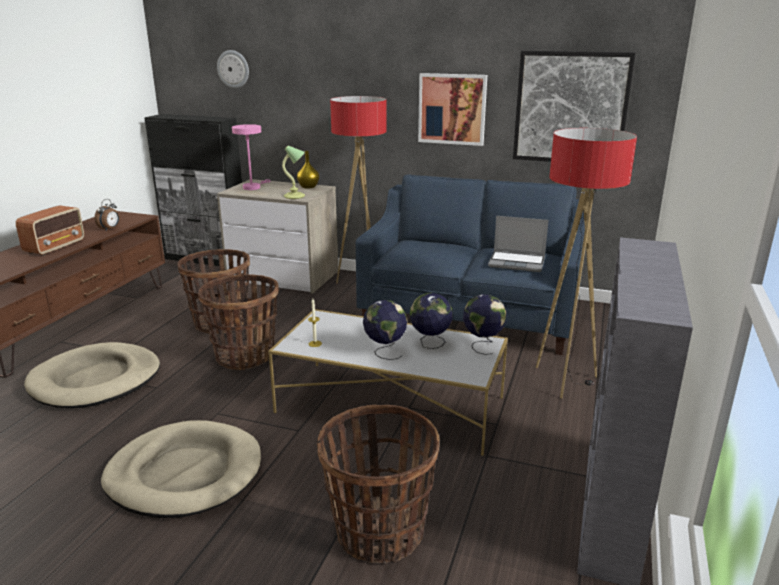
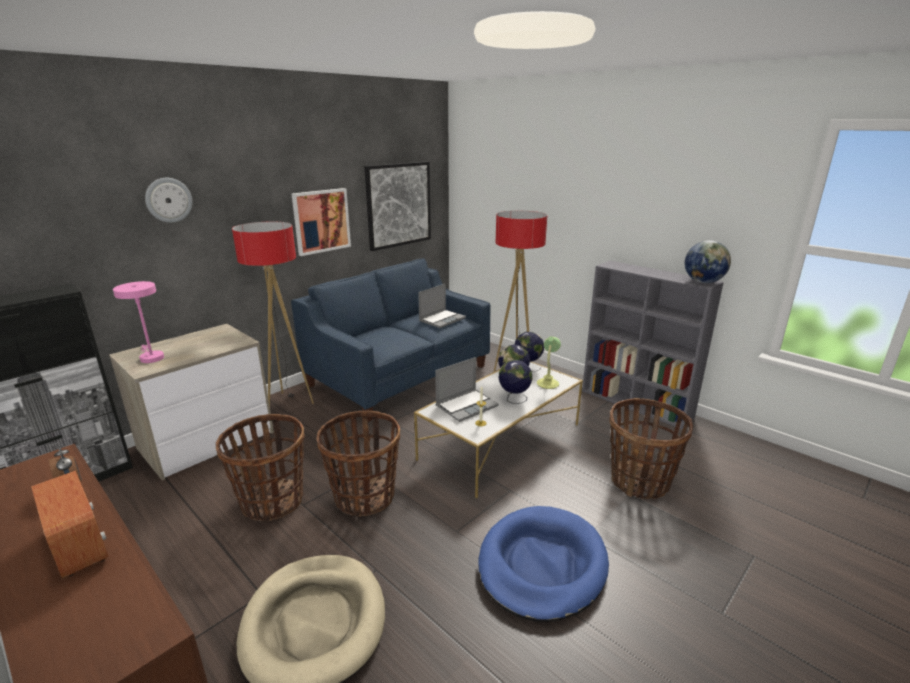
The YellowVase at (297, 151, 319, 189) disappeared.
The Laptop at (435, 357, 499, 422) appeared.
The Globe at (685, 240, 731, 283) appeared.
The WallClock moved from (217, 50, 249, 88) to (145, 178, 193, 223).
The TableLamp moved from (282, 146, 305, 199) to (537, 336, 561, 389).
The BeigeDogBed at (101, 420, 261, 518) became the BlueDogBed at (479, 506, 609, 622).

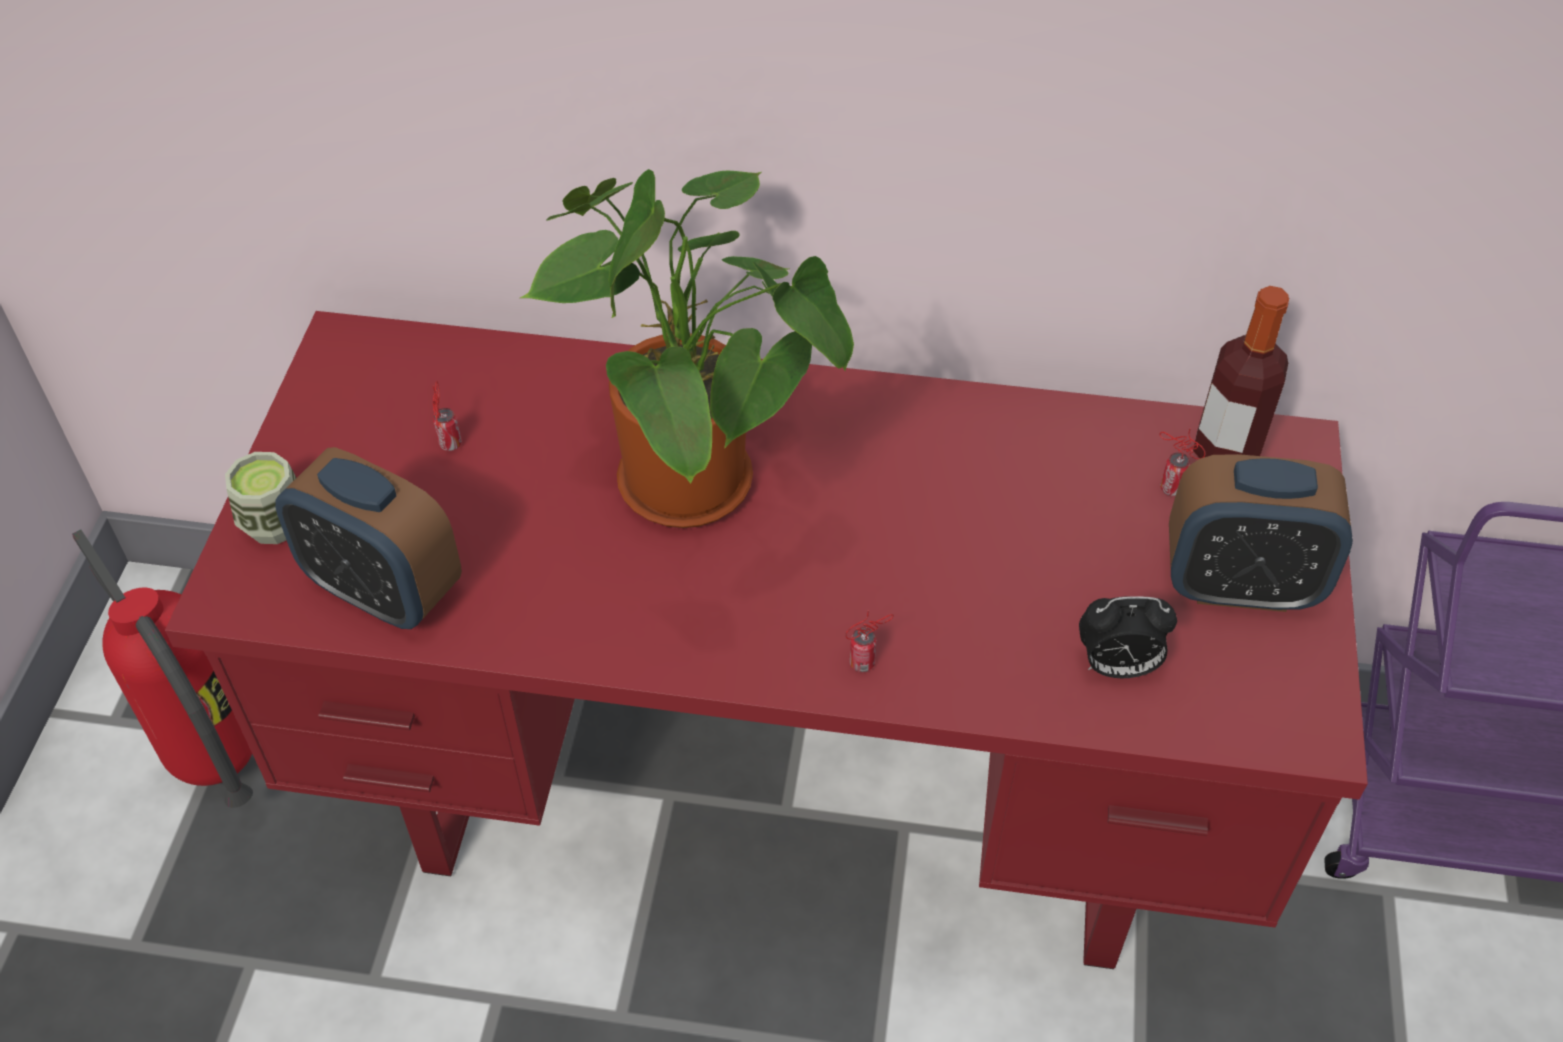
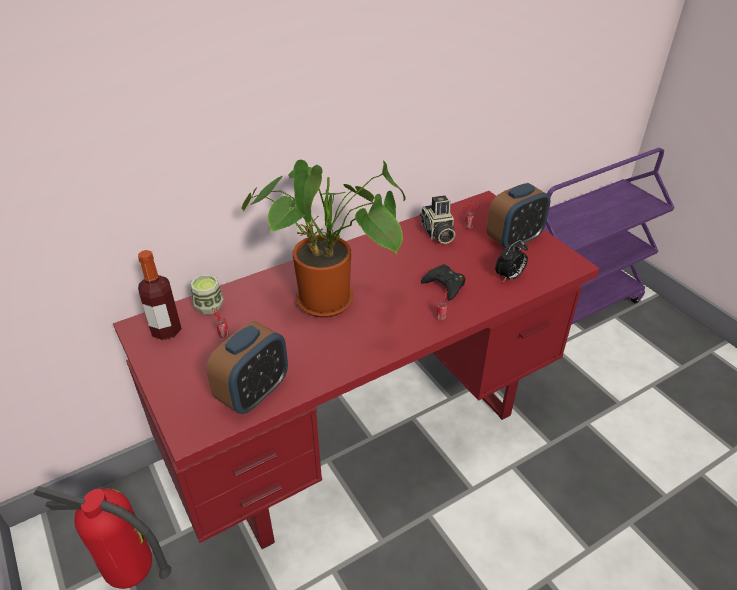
The PhotoCamera at (420, 195, 455, 244) appeared.
The BlackGameController at (421, 264, 465, 301) appeared.
The Cup moved from (225, 452, 296, 544) to (191, 275, 224, 314).
The Bottle moved from (1193, 286, 1289, 458) to (138, 250, 182, 340).
The AlarmClock at (275, 447, 462, 629) turned 45 degrees counterclockwise.

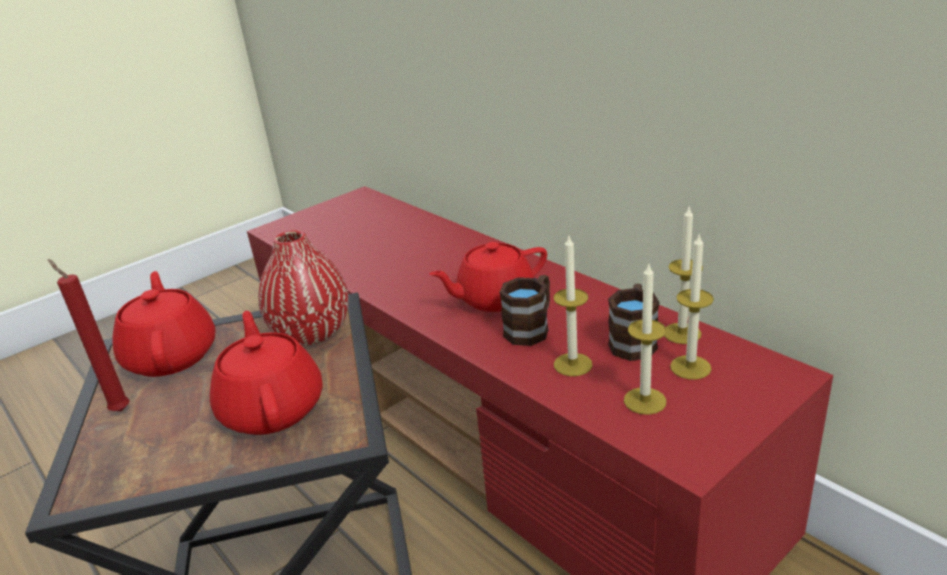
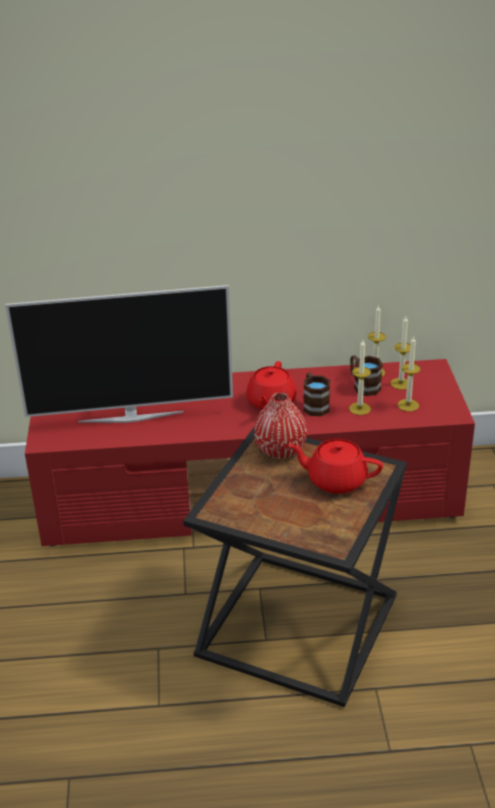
The RedCandle at (48, 259, 130, 411) disappeared.
The RedTeapot at (112, 271, 216, 377) disappeared.
The Television at (5, 285, 233, 423) appeared.

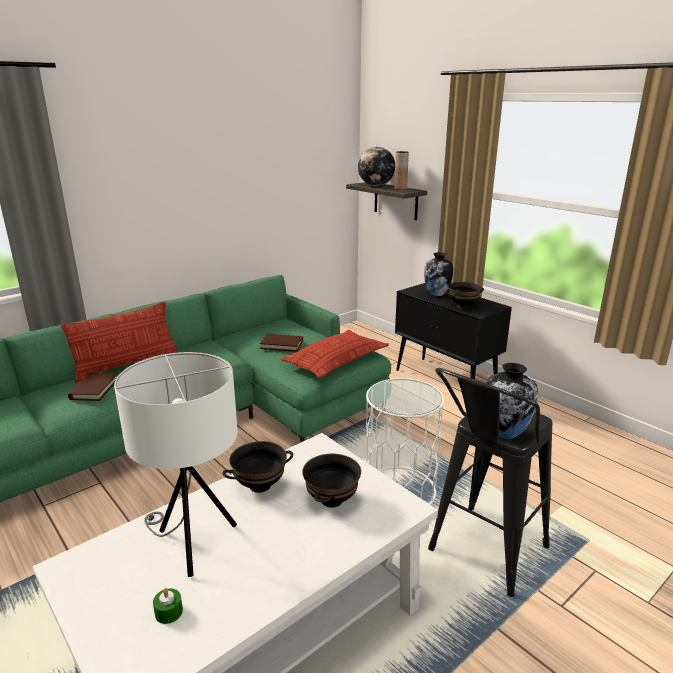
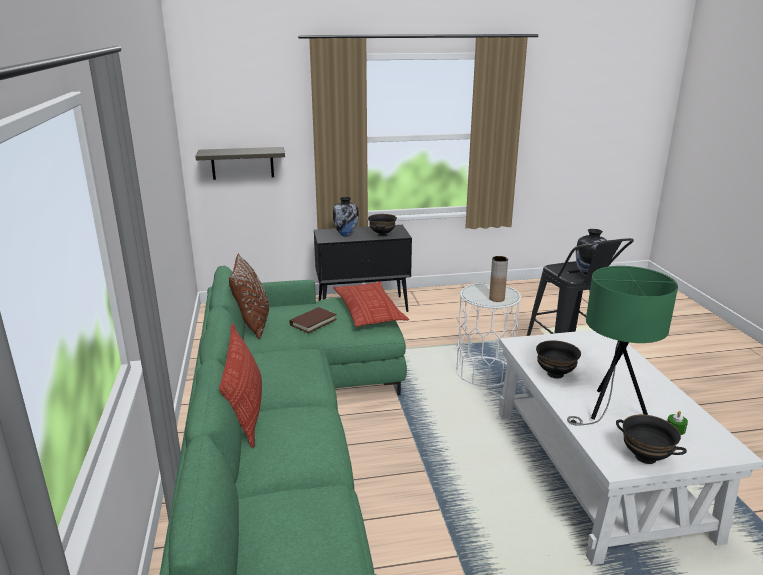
The BrownBook at (68, 373, 118, 401) disappeared.
The Globe at (358, 147, 395, 186) disappeared.
The BrownPillow at (229, 253, 269, 339) appeared.
The BlackBowl moved from (302, 454, 361, 508) to (616, 414, 687, 464).
The BrownVase moved from (394, 151, 409, 190) to (489, 256, 508, 302).
The WhiteTableLamp at (114, 352, 238, 577) became the GreenTableLamp at (567, 266, 678, 426).

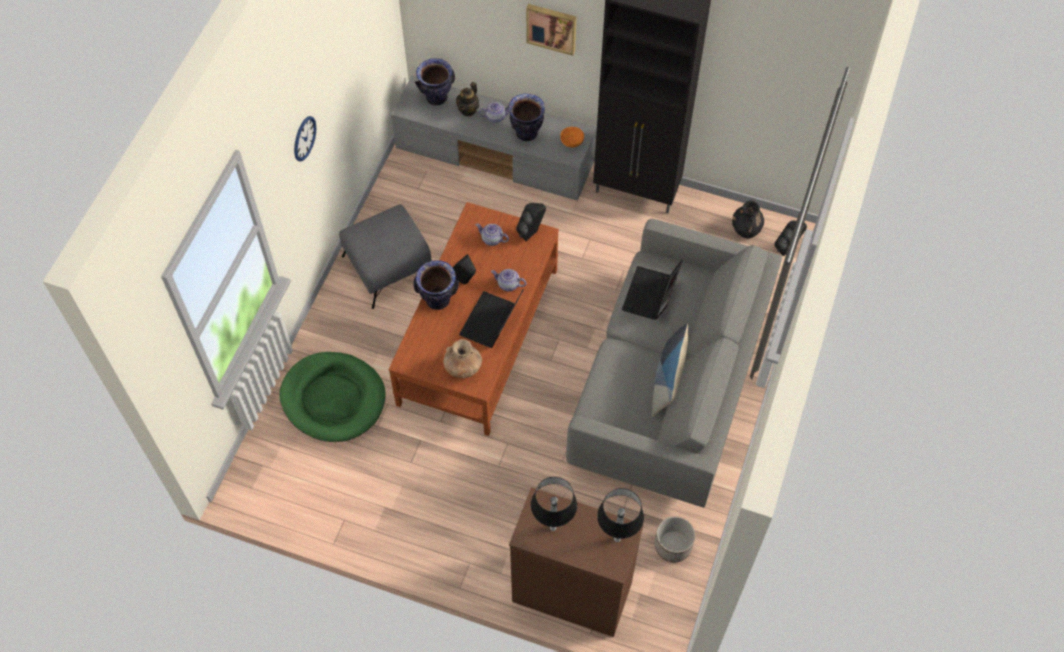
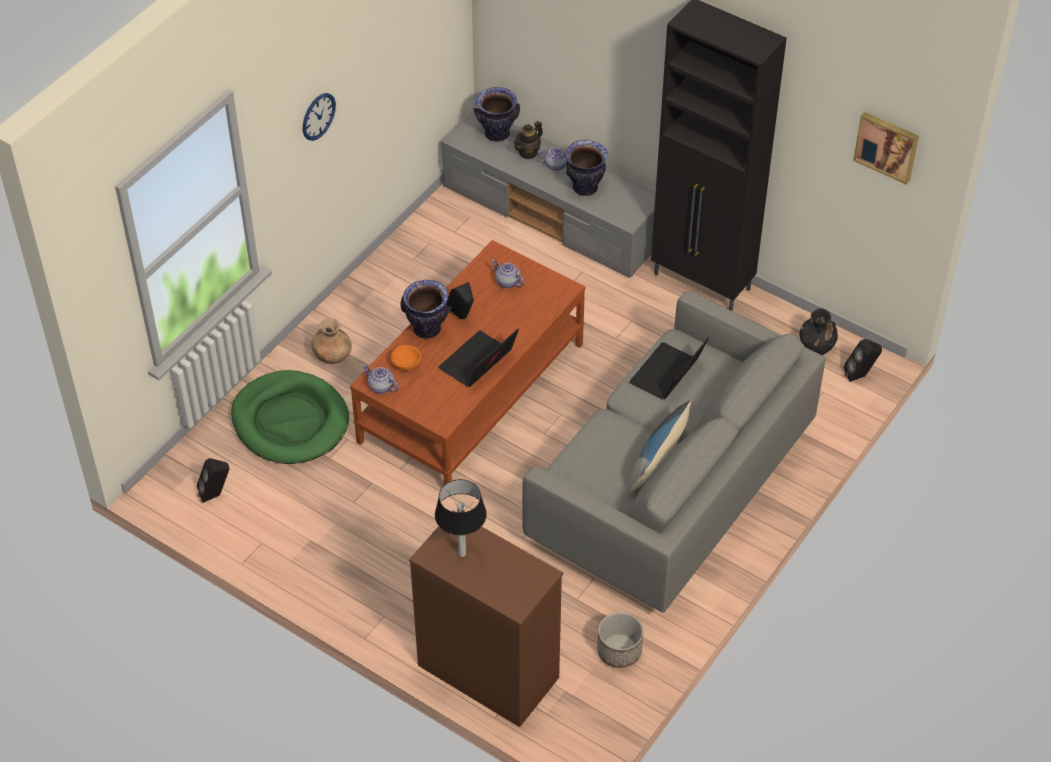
The GreyOttoman at (339, 205, 432, 309) disappeared.
The TableLamp at (597, 488, 644, 542) disappeared.
The BrownVase moved from (444, 339, 482, 378) to (311, 318, 352, 364).
The Teapot moved from (491, 269, 526, 292) to (362, 365, 399, 394).
The BlackSpeaker moved from (516, 203, 546, 241) to (197, 458, 229, 503).
The Picture moved from (526, 4, 577, 56) to (853, 112, 919, 185).
The OrangeBowl moved from (560, 127, 584, 147) to (391, 345, 421, 371).

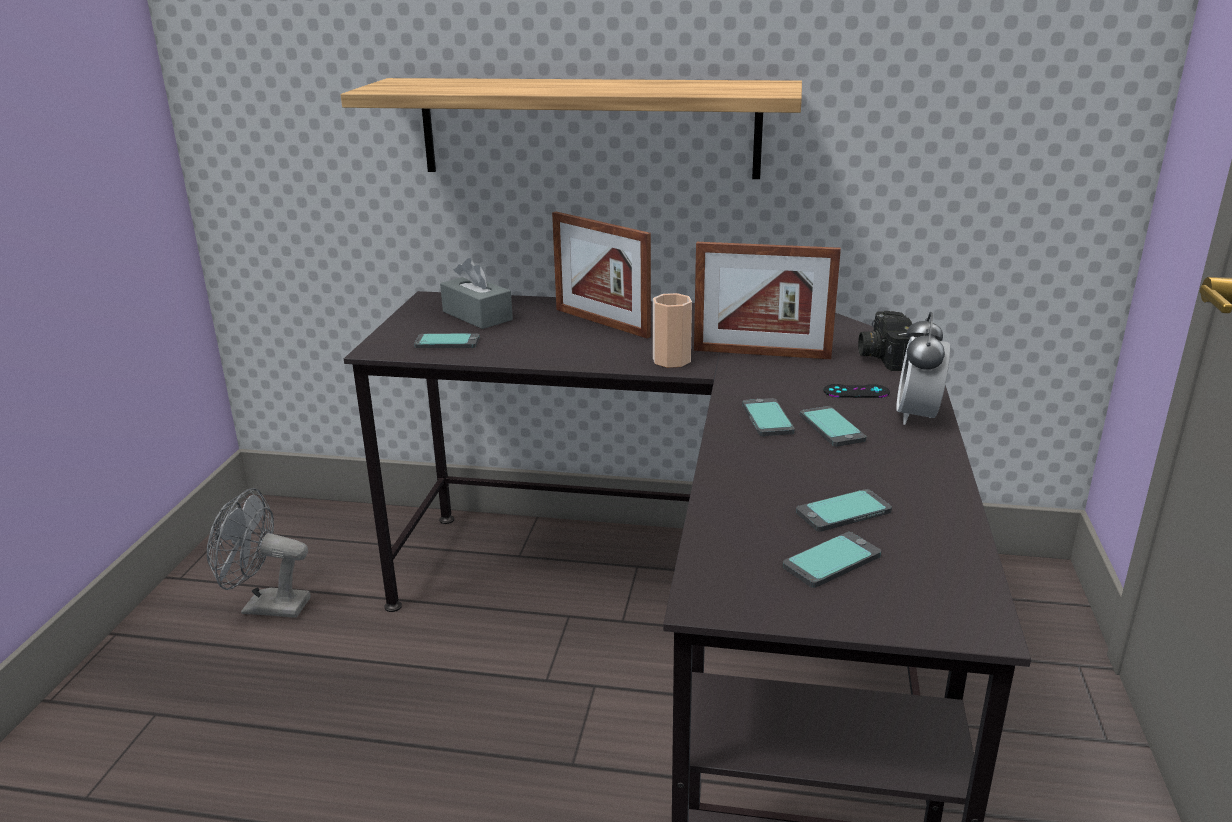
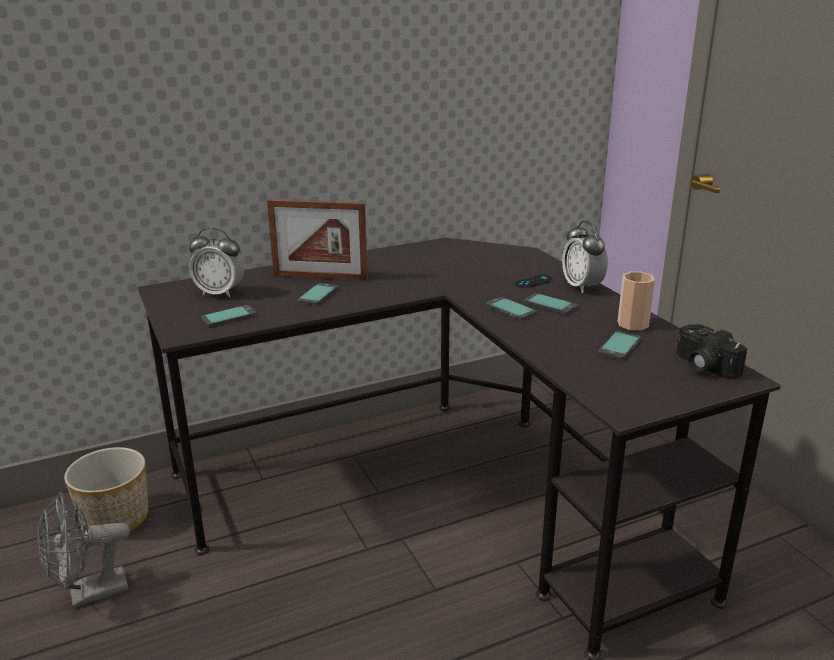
The Shelf at (341, 78, 802, 179) disappeared.
The PictureFrame at (694, 242, 841, 359) disappeared.
The Planter at (64, 447, 149, 531) appeared.
The Cup moved from (653, 293, 692, 368) to (618, 271, 655, 331).
The Phone moved from (782, 532, 881, 588) to (297, 283, 338, 306).
The PhotoCamera moved from (858, 311, 912, 371) to (676, 324, 747, 380).
The GreyTissueBox at (440, 258, 513, 329) was replaced by the AlarmClock at (189, 228, 244, 298).

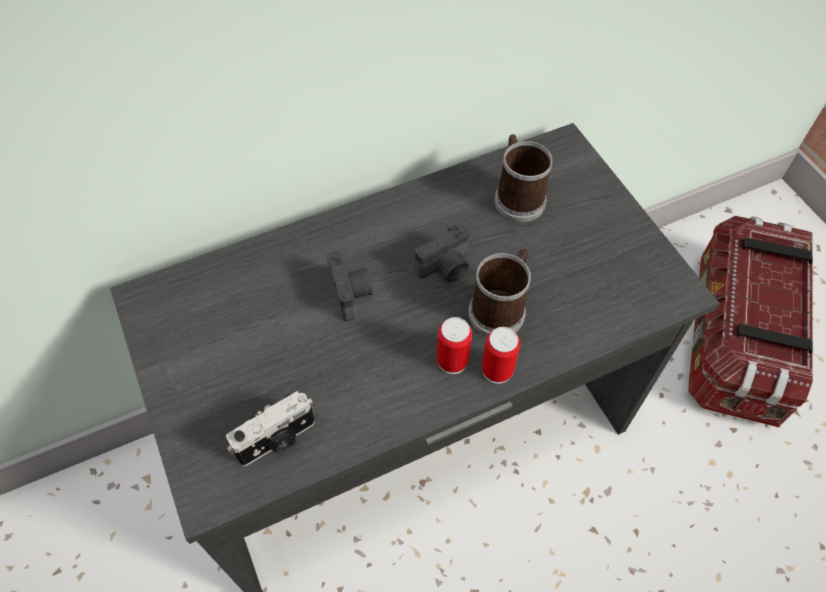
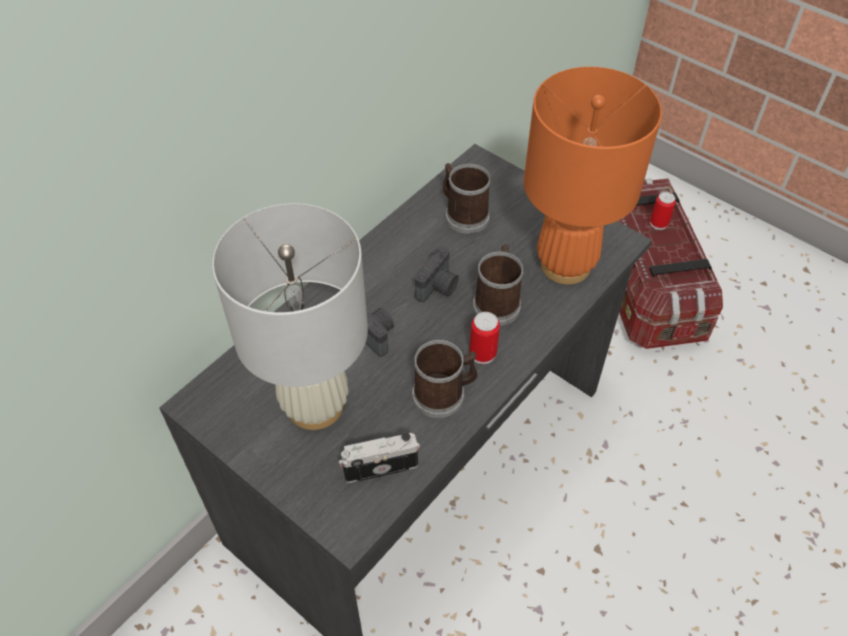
The WhiteTableLamp at (212, 203, 368, 430) appeared.
The Mug at (412, 340, 477, 418) appeared.
The OrangeTableLamp at (524, 67, 662, 285) appeared.
The Can moved from (482, 327, 520, 384) to (650, 192, 676, 230).
The PhotoCamera at (226, 391, 315, 466) turned 135 degrees counterclockwise.

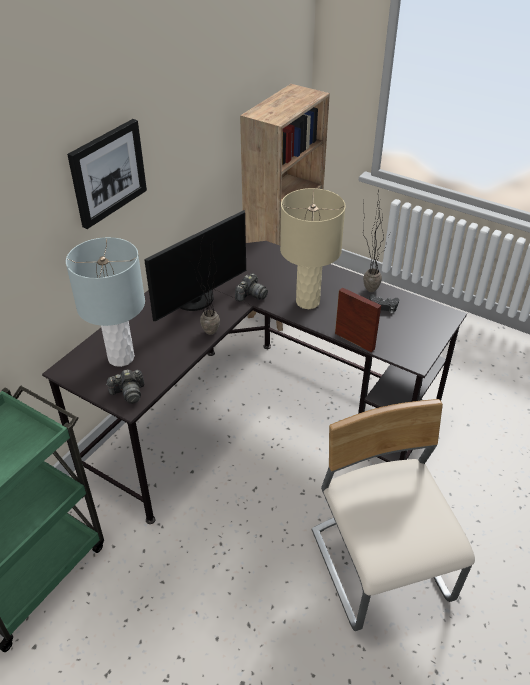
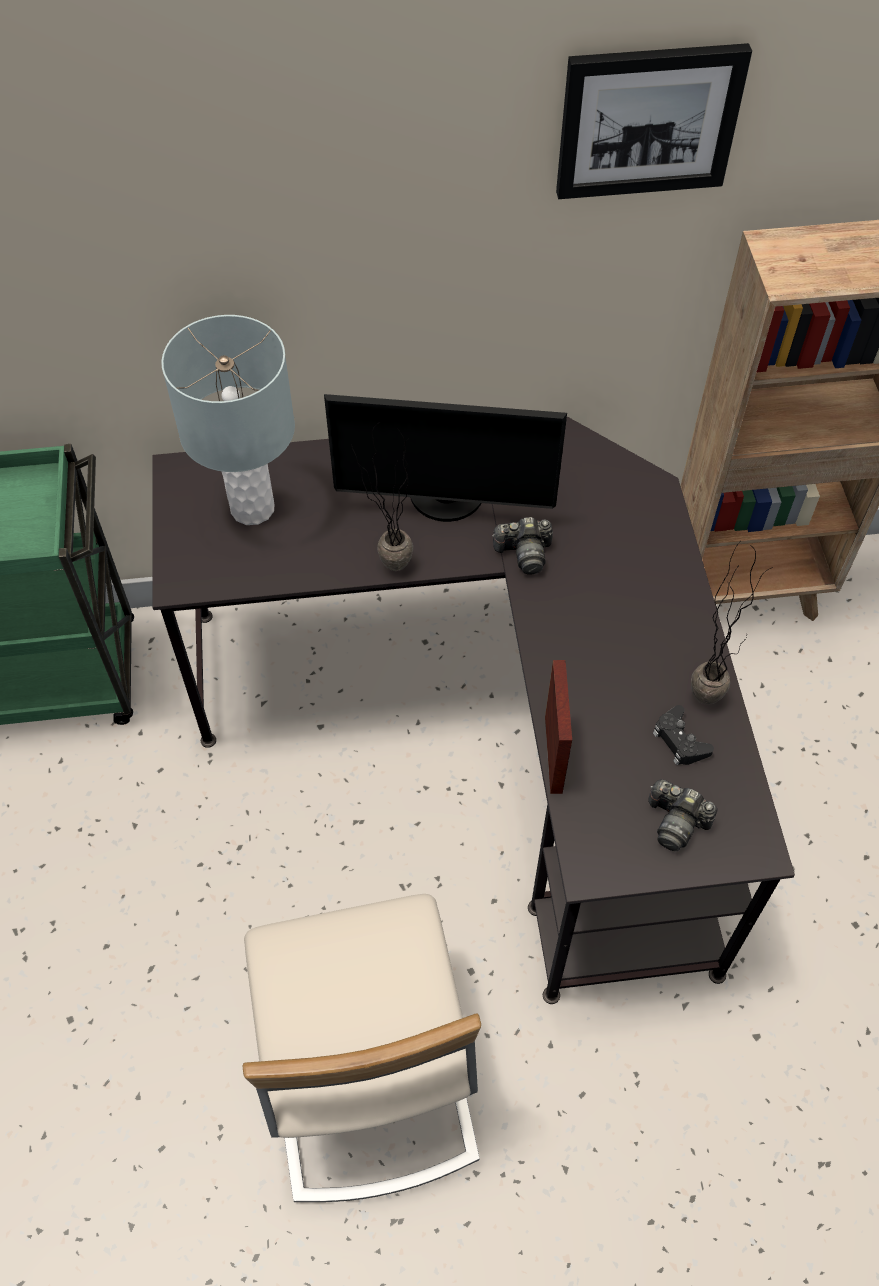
The BeigeTableLamp at (280, 188, 346, 309) disappeared.
The Picture moved from (67, 119, 147, 229) to (556, 43, 752, 199).
The PhotoCamera moved from (106, 369, 144, 404) to (648, 779, 718, 851).
The BeigeChair at (312, 399, 475, 631) turned 135 degrees clockwise.

